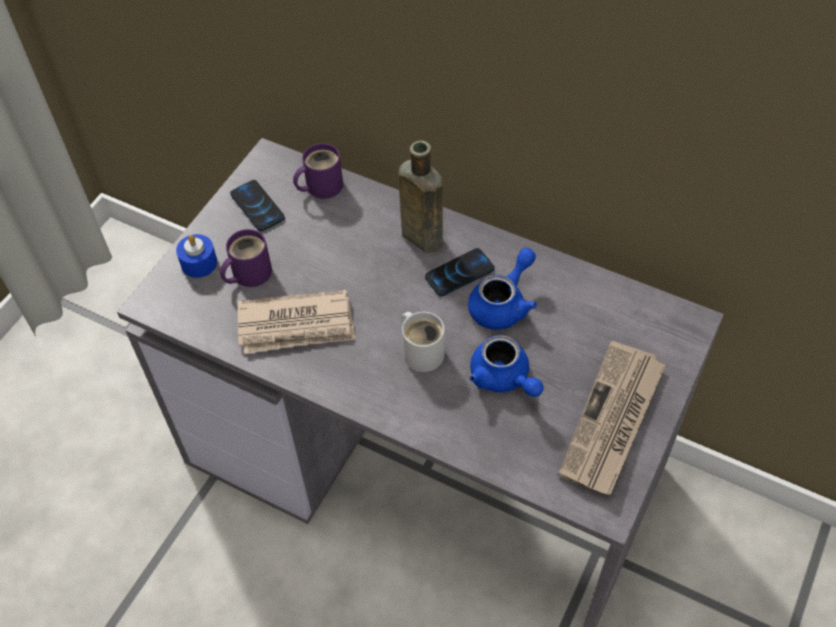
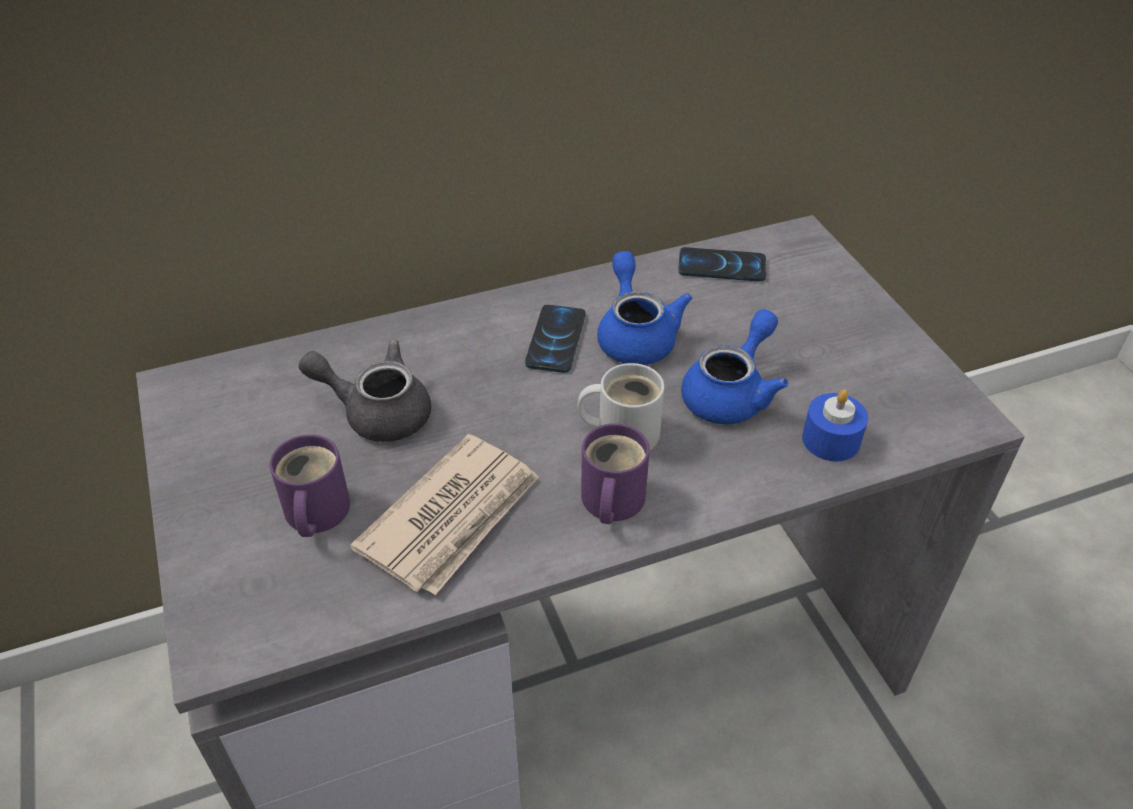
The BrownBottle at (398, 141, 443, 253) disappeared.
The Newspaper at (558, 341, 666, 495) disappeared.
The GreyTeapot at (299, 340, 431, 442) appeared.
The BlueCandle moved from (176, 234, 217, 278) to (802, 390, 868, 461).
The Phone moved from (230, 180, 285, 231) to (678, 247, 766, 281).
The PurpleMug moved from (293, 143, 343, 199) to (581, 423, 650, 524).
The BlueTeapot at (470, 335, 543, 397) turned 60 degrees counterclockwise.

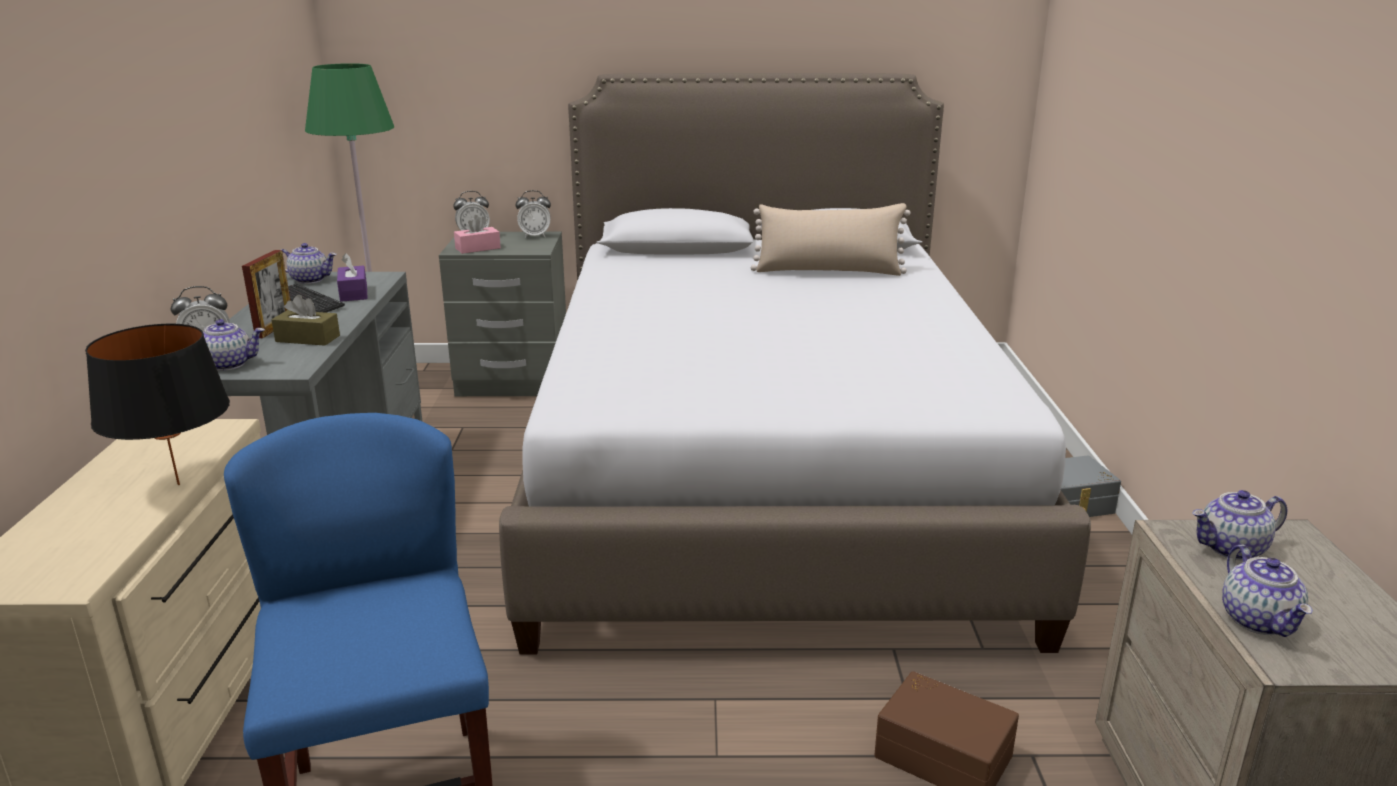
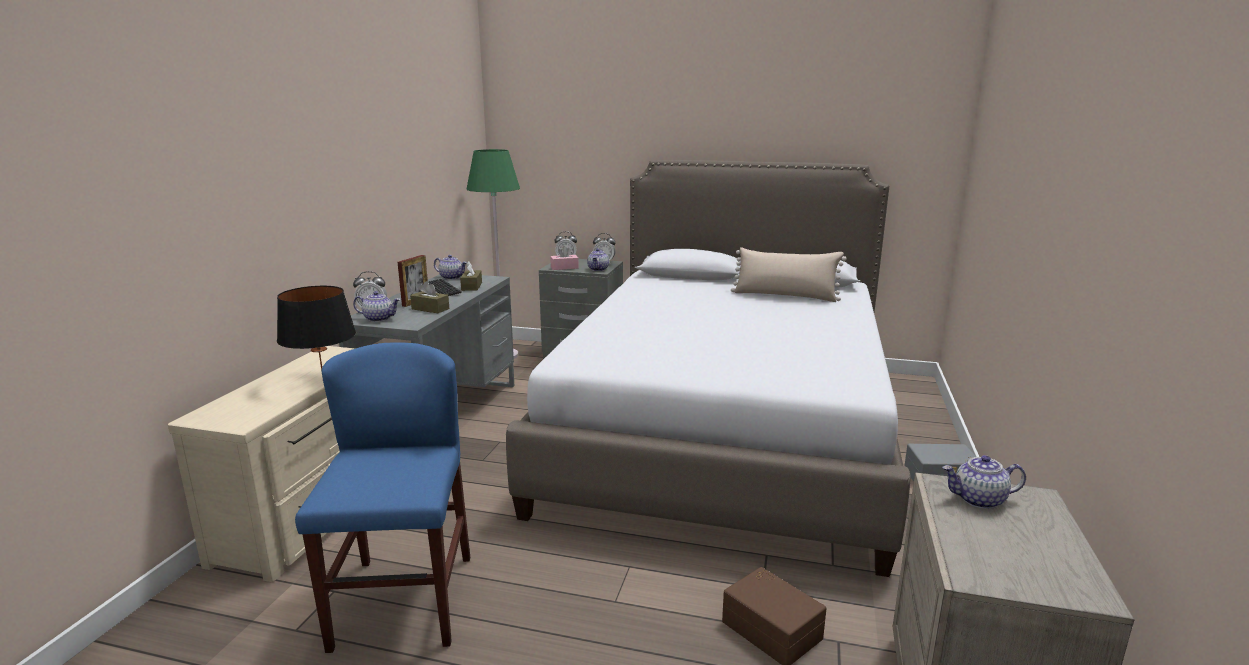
The Teapot moved from (1222, 545, 1313, 637) to (587, 248, 609, 271).
The PurpleTissueBox at (337, 253, 368, 302) became the BrownTissueBox at (460, 262, 482, 291).

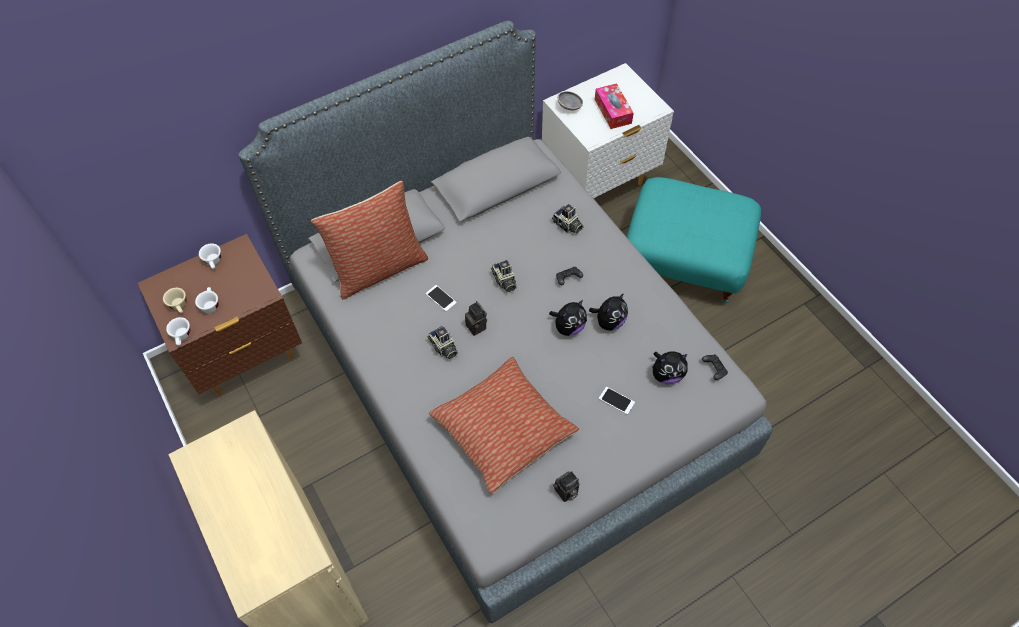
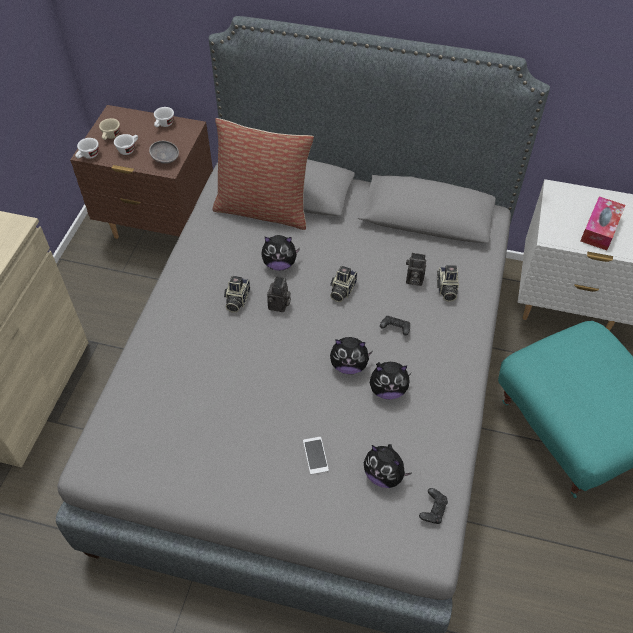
The Pillow at (429, 357, 579, 494) disappeared.
The PhotoCamera moved from (553, 471, 579, 502) to (406, 253, 426, 286).
The GreyBowl moved from (558, 91, 583, 110) to (149, 141, 179, 164).
The Phone at (426, 285, 457, 311) was replaced by the PlushToy at (261, 235, 300, 271).

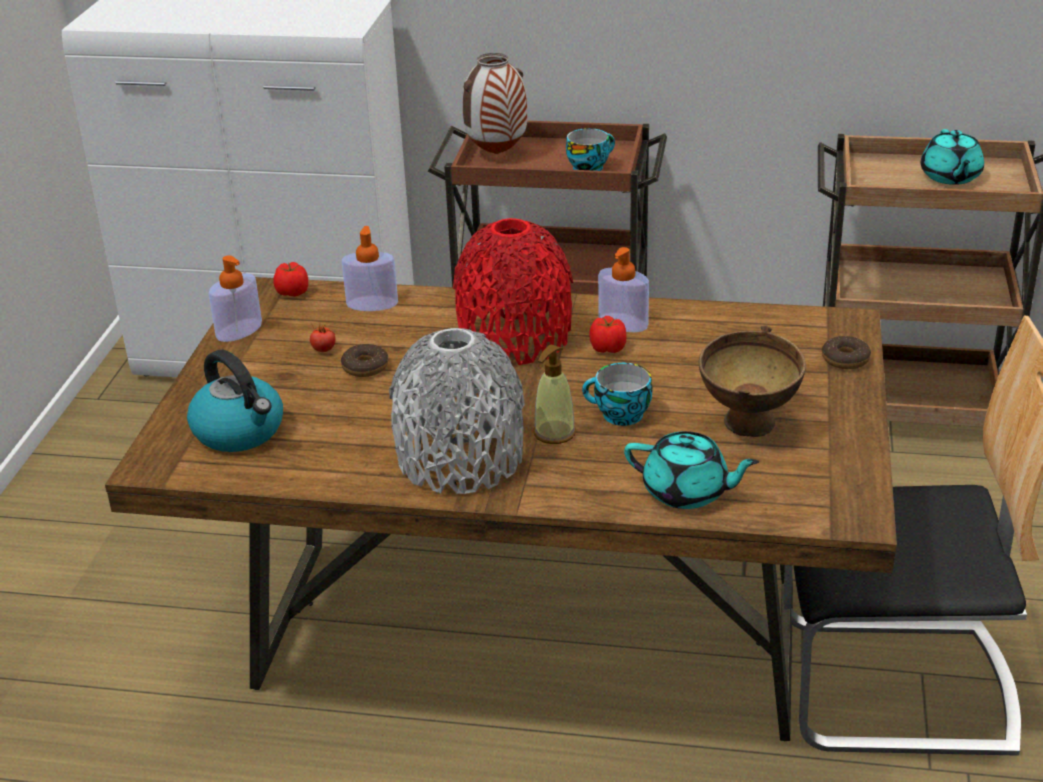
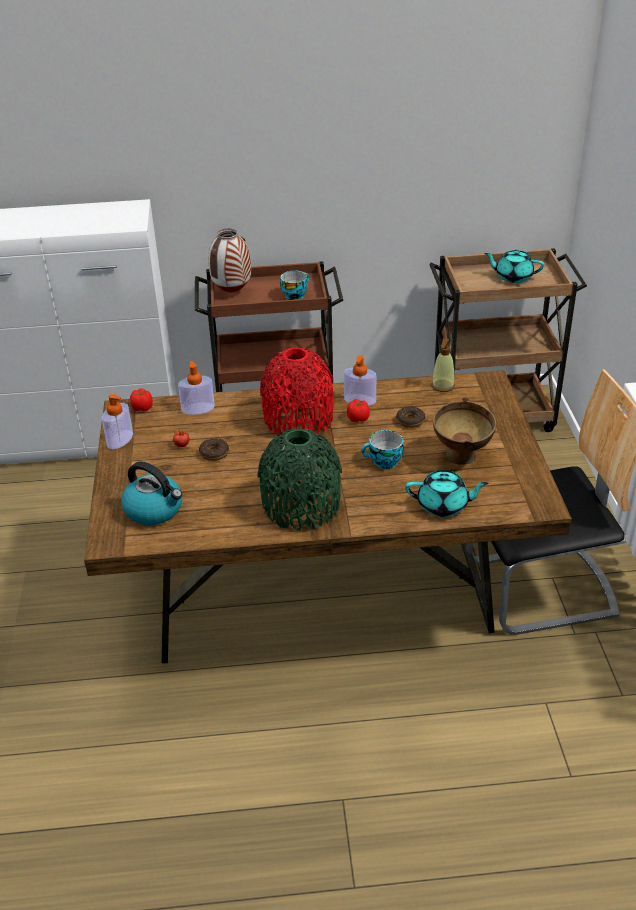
The SoapDispenser moved from (534, 345, 576, 444) to (432, 338, 455, 392).
The Donut moved from (822, 336, 871, 369) to (396, 406, 425, 428).
The GreyVase at (389, 328, 525, 494) became the GreenVase at (258, 428, 342, 531).
The TurquoiseTeapot at (921, 129, 984, 185) turned 120 degrees clockwise.

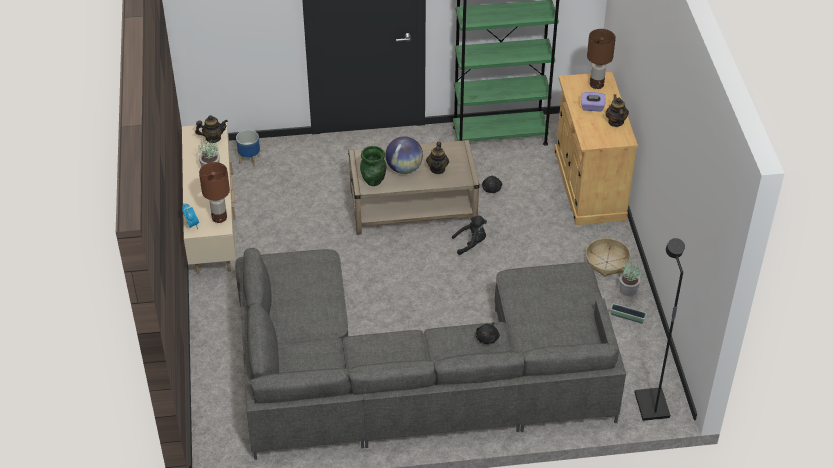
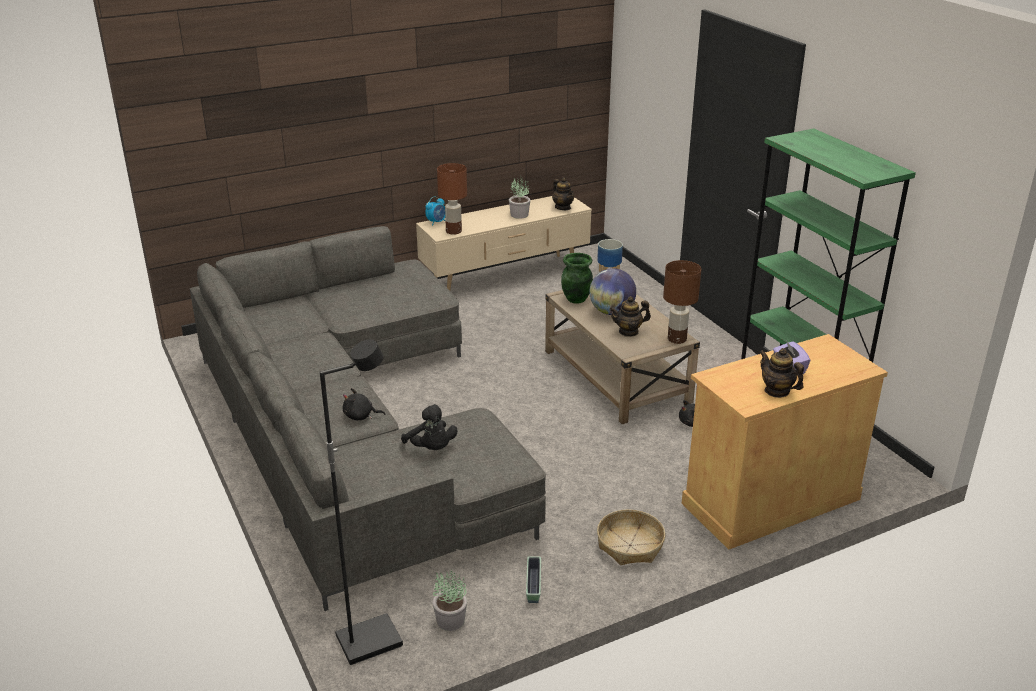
The BlackPlushToy moved from (452, 216, 487, 255) to (401, 404, 458, 450).
The BrownTableLamp moved from (587, 29, 616, 89) to (663, 260, 701, 344).
The PottedPlant moved from (620, 261, 641, 296) to (433, 568, 467, 631).
The Teapot at (605, 94, 629, 127) turned 105 degrees counterclockwise.

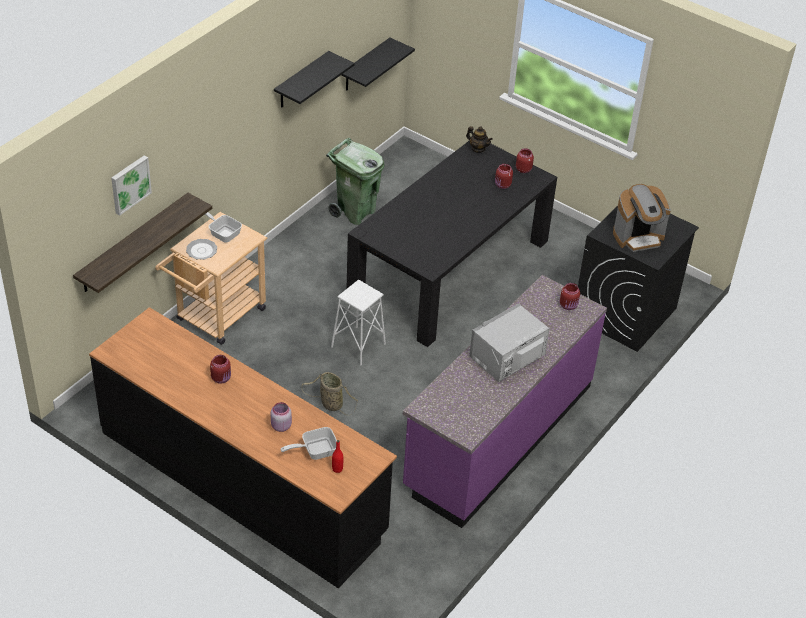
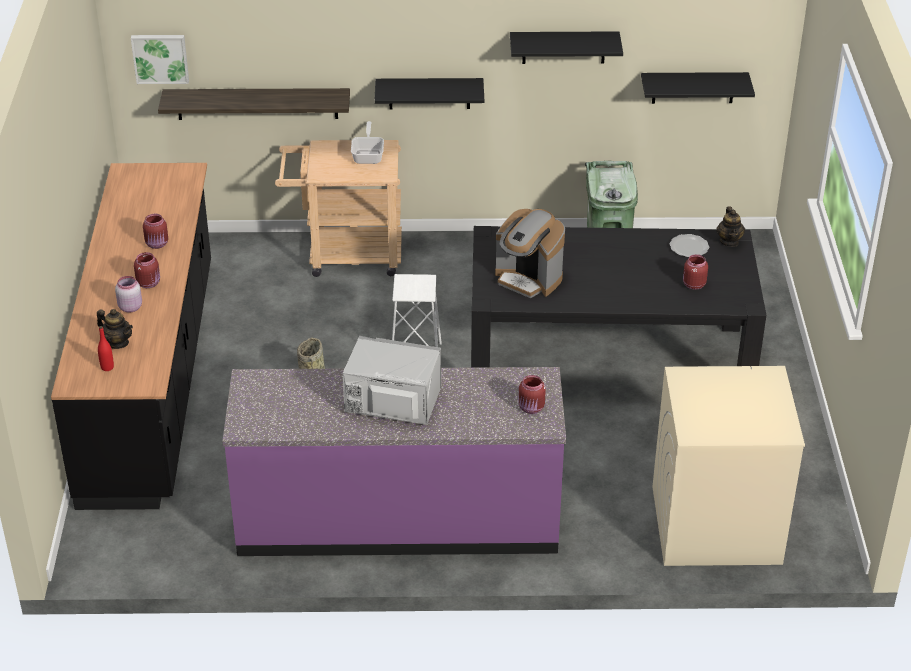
The BlackShelf at (375, 78, 484, 109) appeared.
The Picture moved from (111, 155, 152, 216) to (131, 35, 189, 84).
The Plate moved from (186, 239, 217, 260) to (670, 234, 709, 257).
The RedJar moved from (516, 148, 534, 173) to (134, 252, 160, 288).
The CoffeeMachine moved from (613, 184, 671, 252) to (495, 209, 565, 298).
The FryingPan at (280, 427, 337, 460) was replaced by the Teapot at (97, 309, 133, 349).
The BlackWashingMachine at (578, 206, 699, 352) became the BeigeWashingMachine at (653, 366, 805, 566).

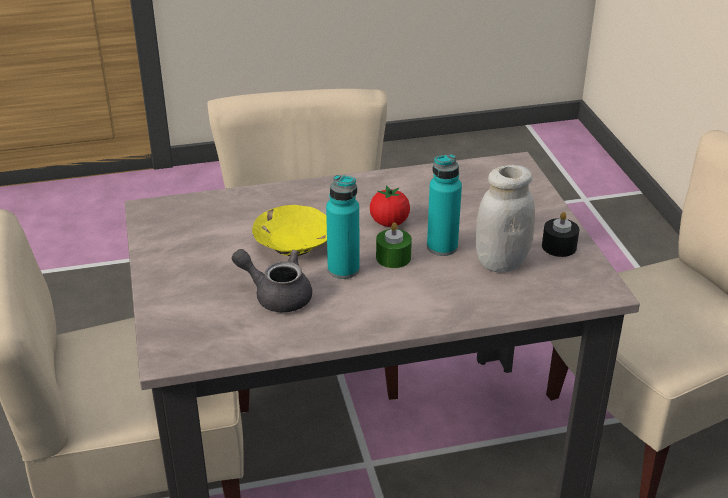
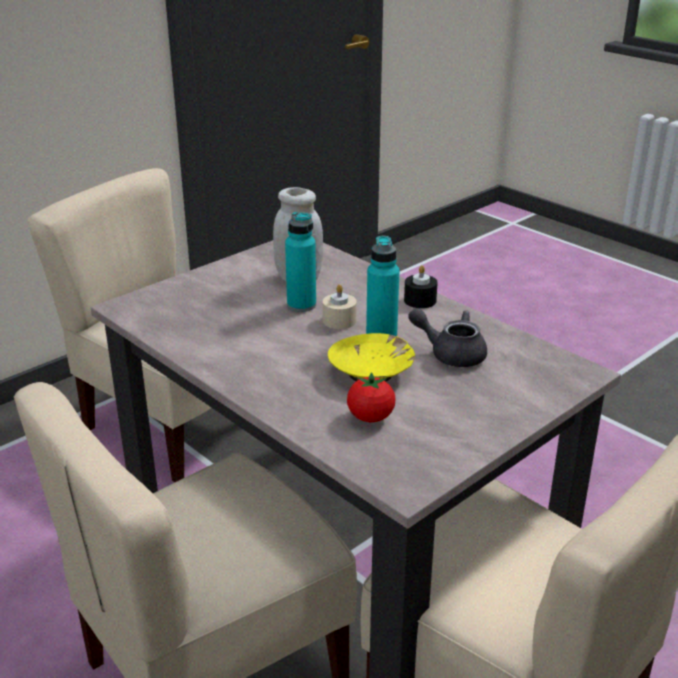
The Tomato moved from (370, 185, 410, 227) to (347, 372, 395, 422).
The BlackCandle moved from (542, 212, 579, 257) to (404, 265, 438, 308).
The GreenCandle at (376, 222, 412, 268) became the BeigeCandle at (323, 284, 357, 329).
The GreyTeapot at (232, 249, 312, 312) turned 120 degrees clockwise.

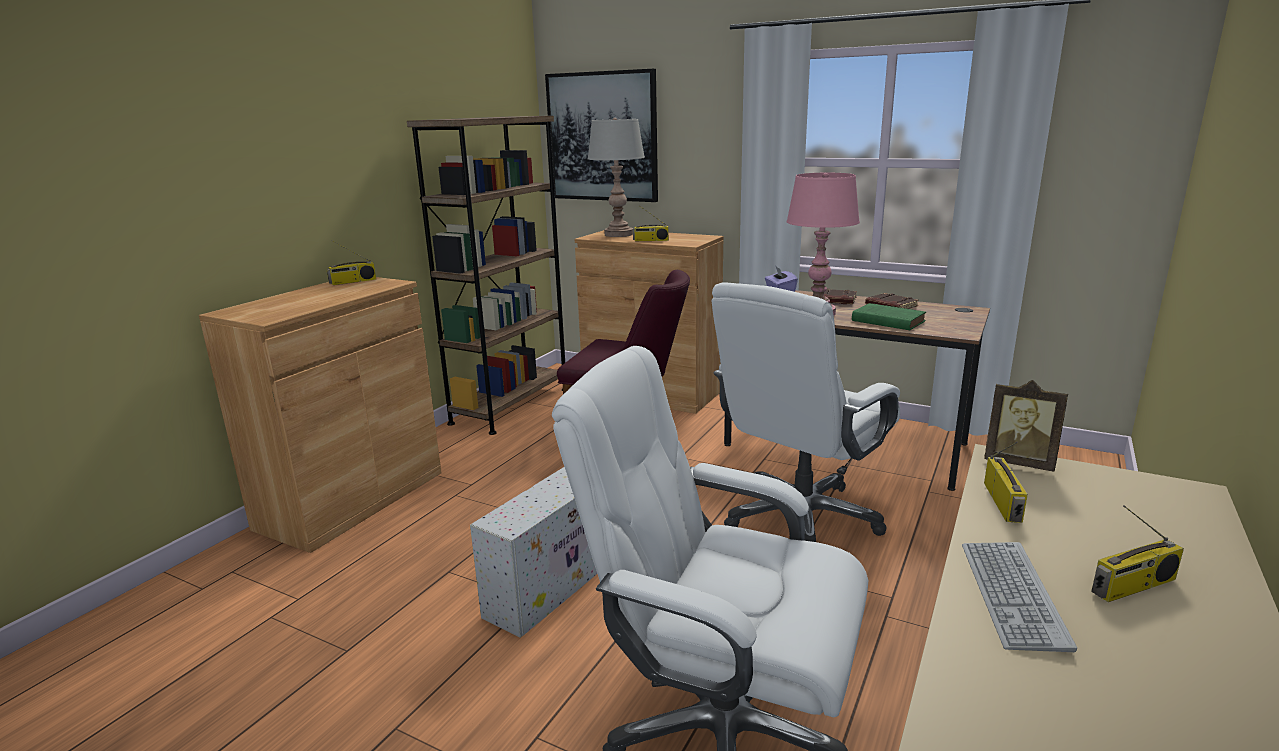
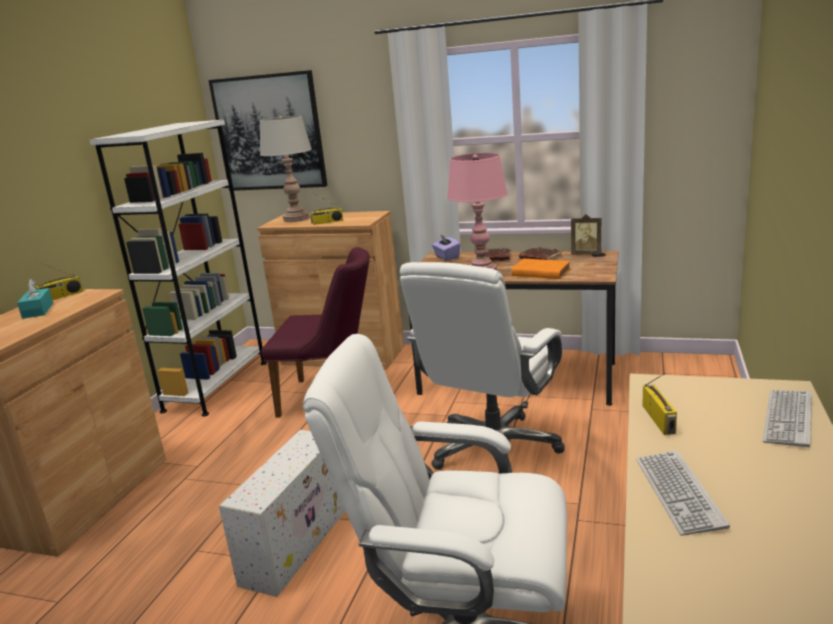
The Radio at (1091, 505, 1184, 602) disappeared.
The TurquoiseTissueBox at (17, 279, 53, 319) appeared.
The Keyboard at (763, 390, 812, 447) appeared.
The PictureFrame moved from (984, 380, 1068, 471) to (571, 214, 601, 255).
The BrownBookcase at (407, 116, 565, 435) became the WhiteBookcase at (90, 120, 267, 416).
The GreenBook at (852, 303, 926, 330) became the OrangeBook at (511, 259, 571, 279).

